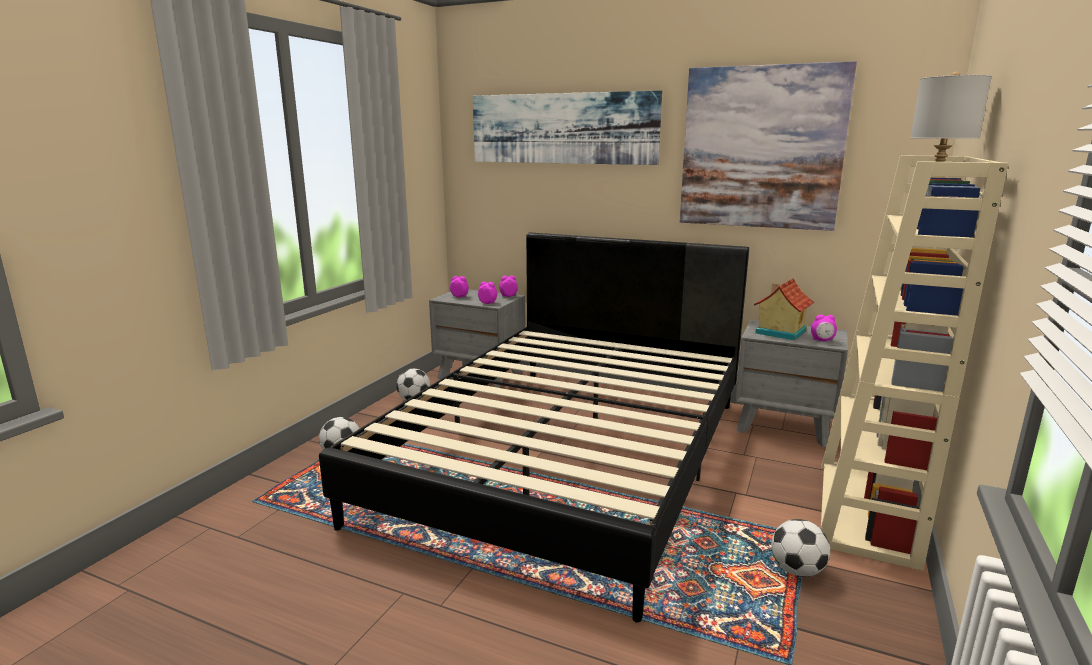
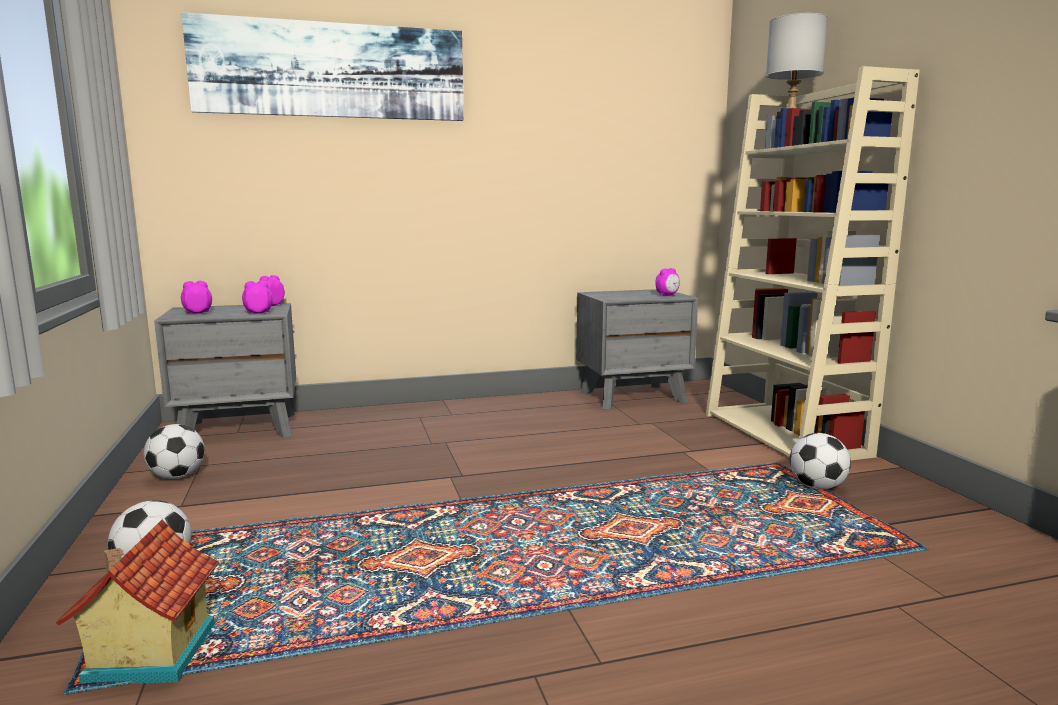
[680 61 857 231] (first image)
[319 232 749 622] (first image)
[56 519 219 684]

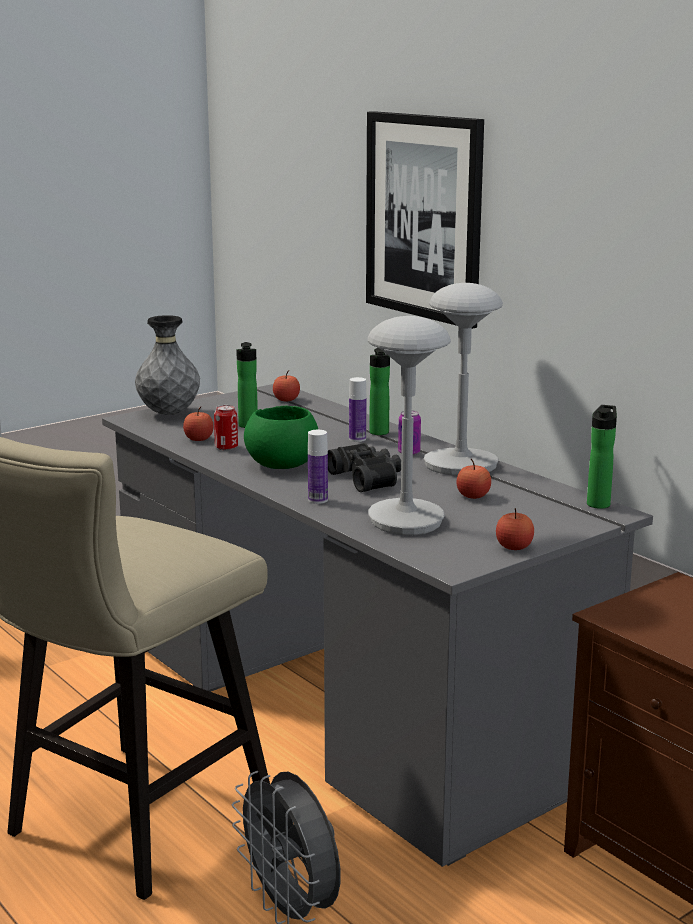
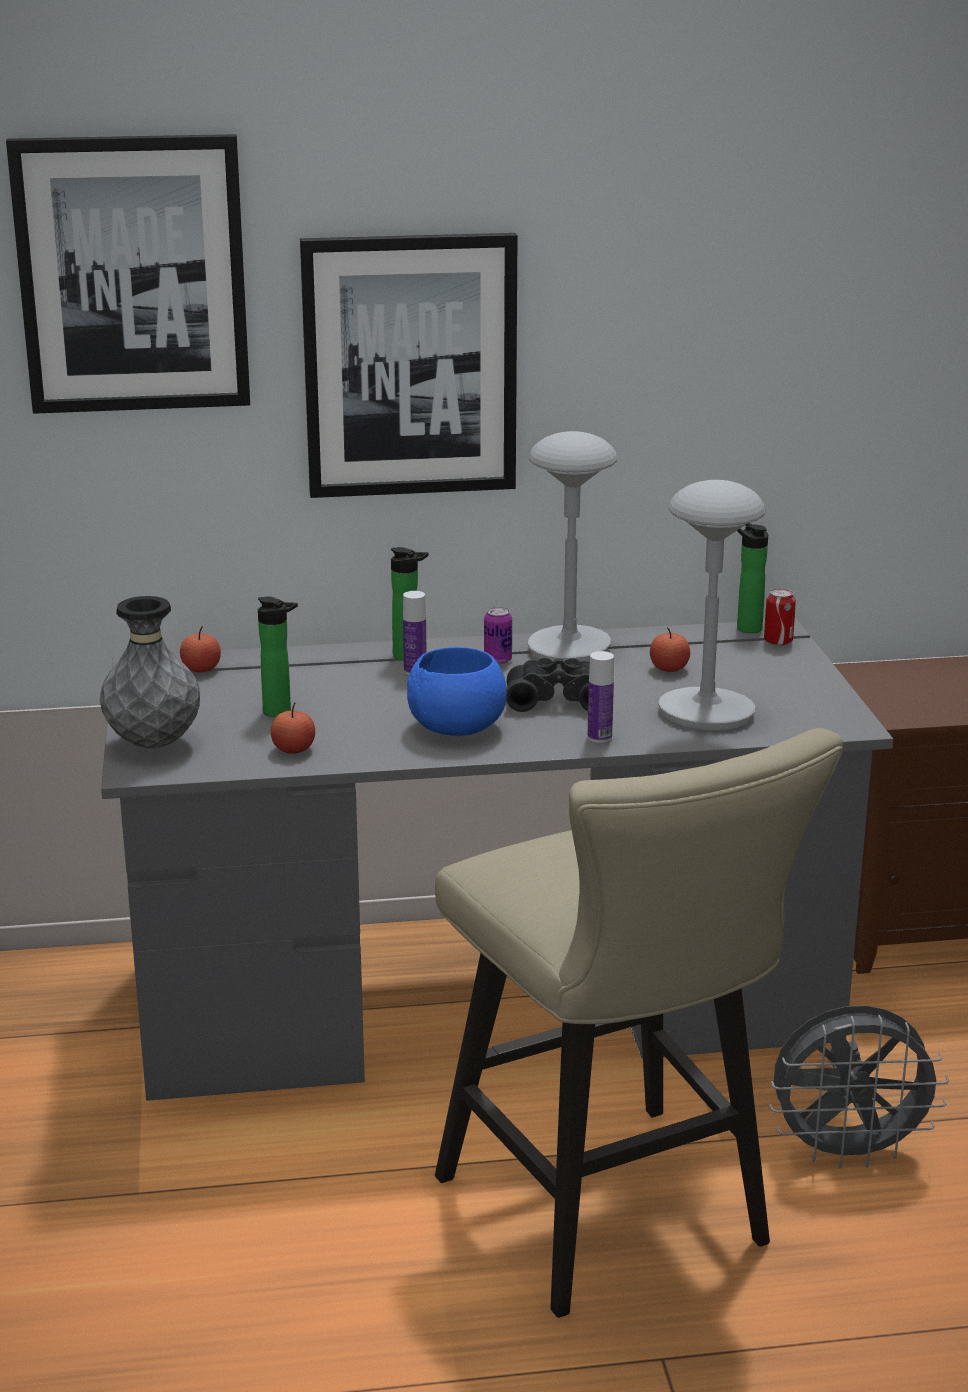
[764 588 796 646]
[407 647 507 736]
[496 508 534 550] (first image)
[6 134 250 414]

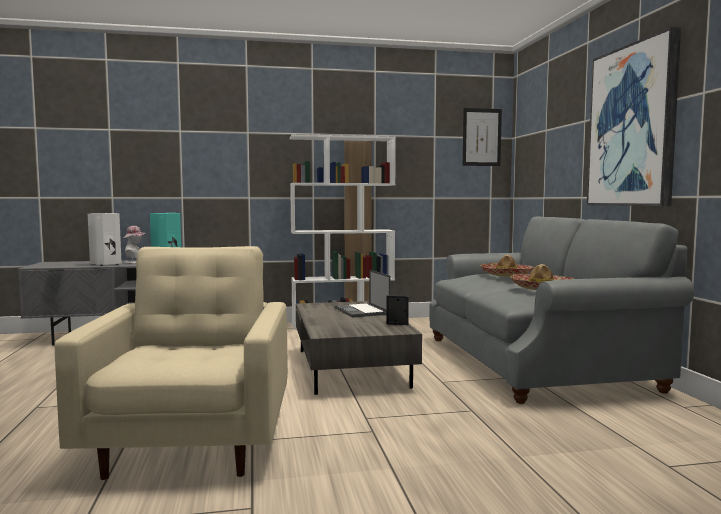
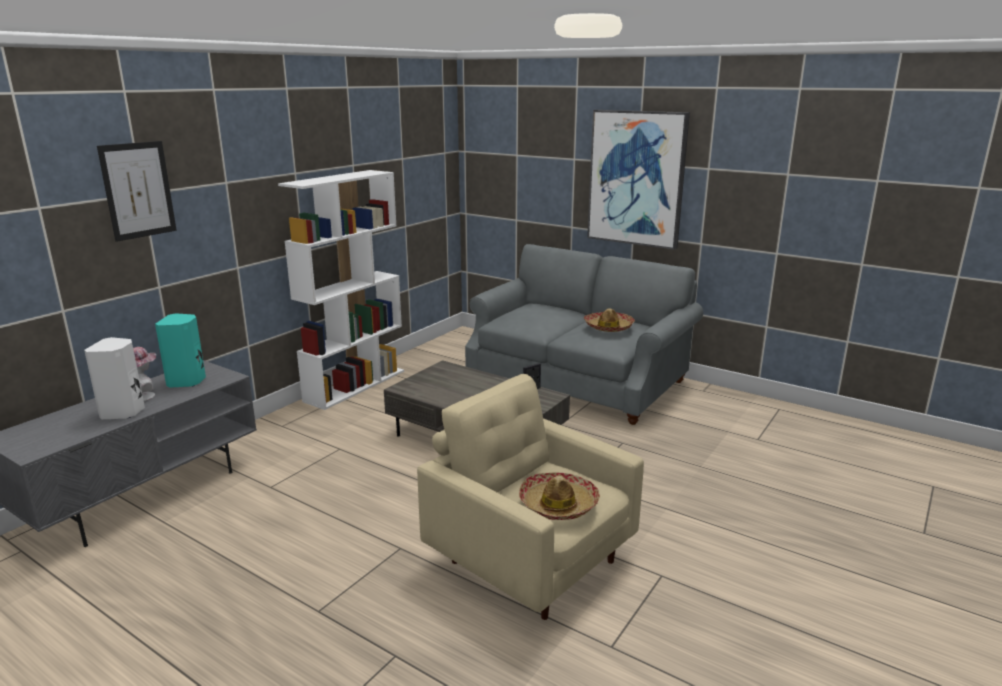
[97 141 177 242]
[519 472 600 520]
[334 270 391 318] (first image)

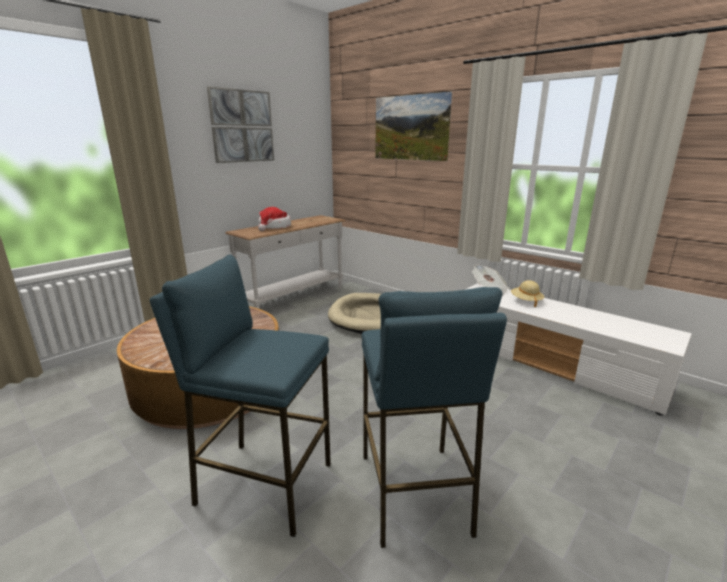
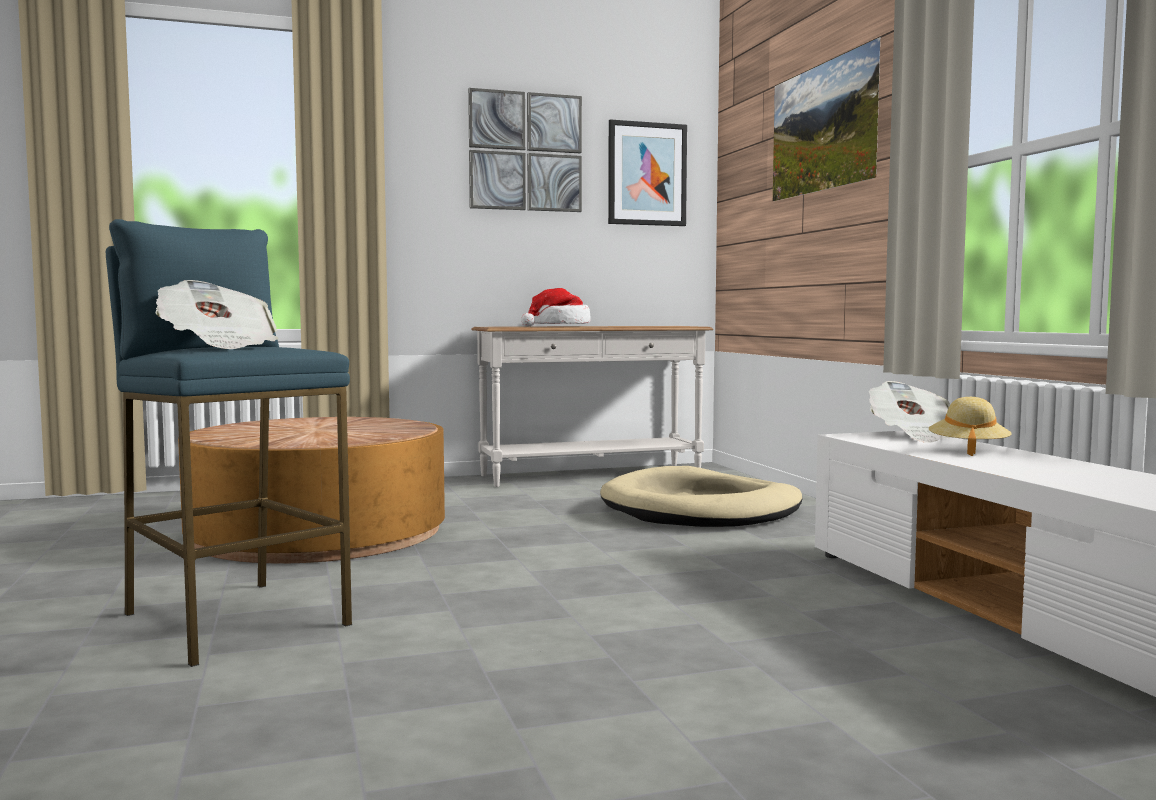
[362 287 507 548] (first image)
[608 120 687 226]
[155 280 278 349]

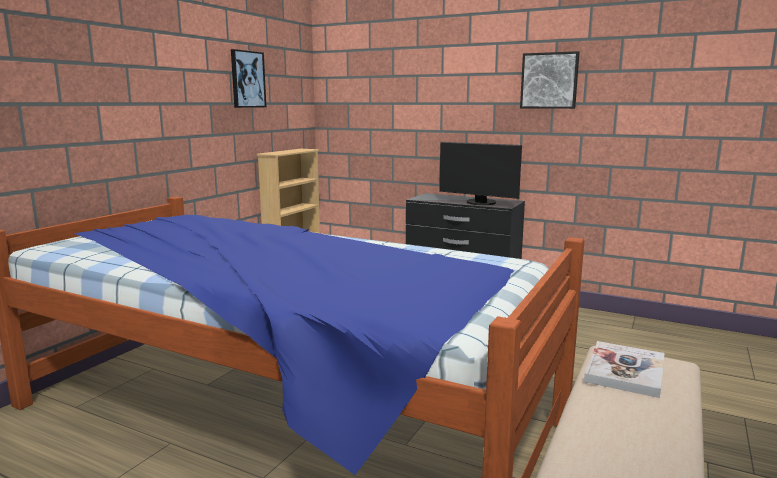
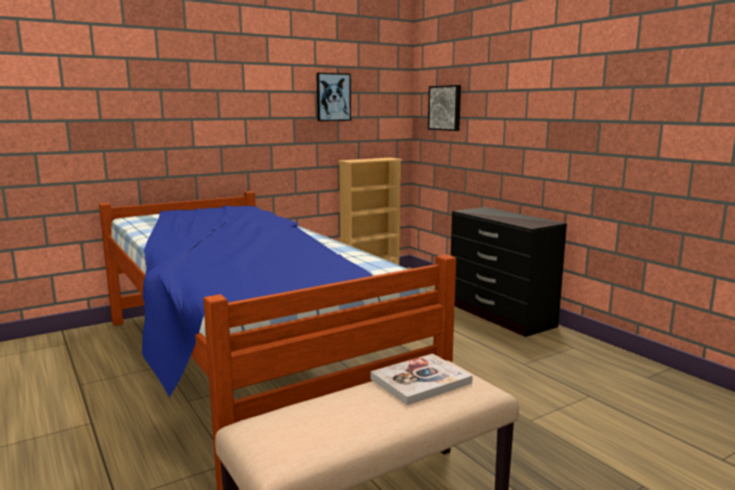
[428 85 461 131]
[439 142 522 205] (first image)

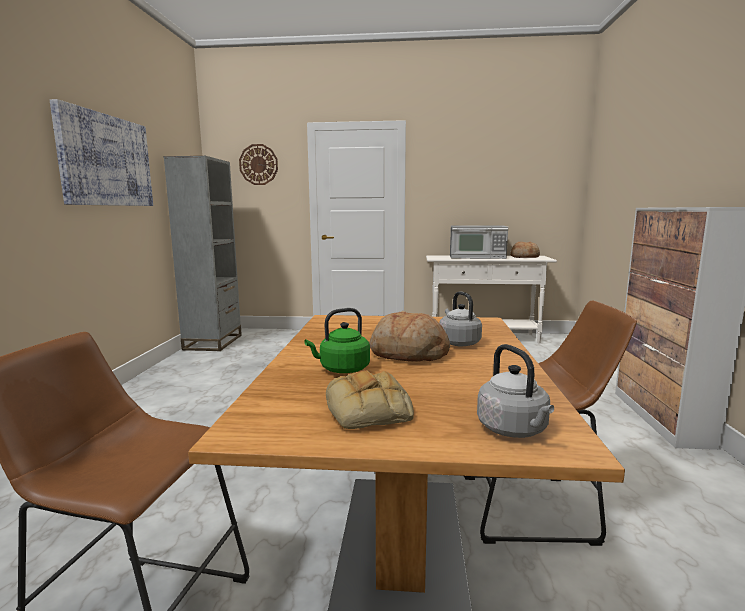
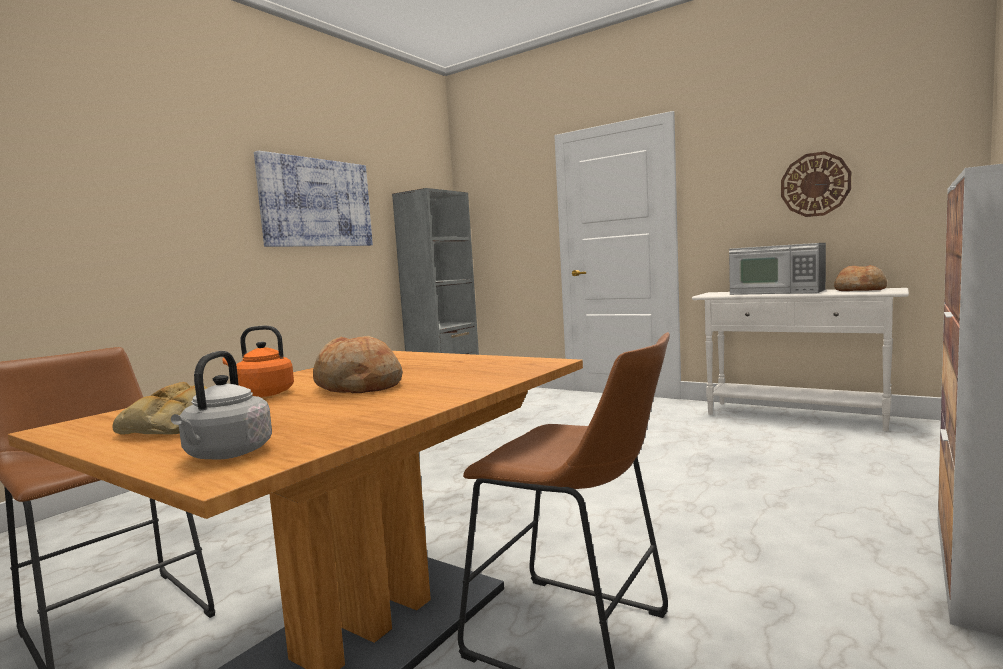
[781 151 851 217]
[439 291 482 346] (first image)
[223 326 294 397]

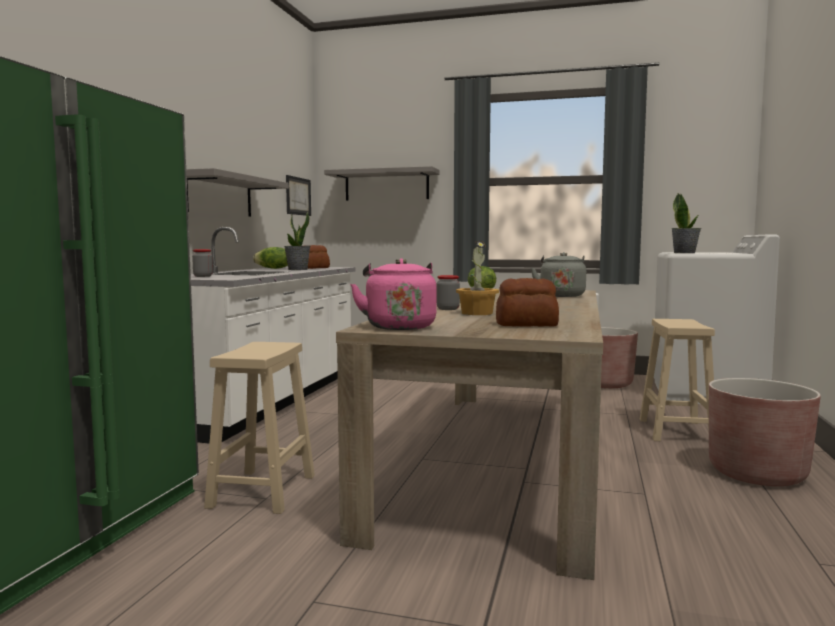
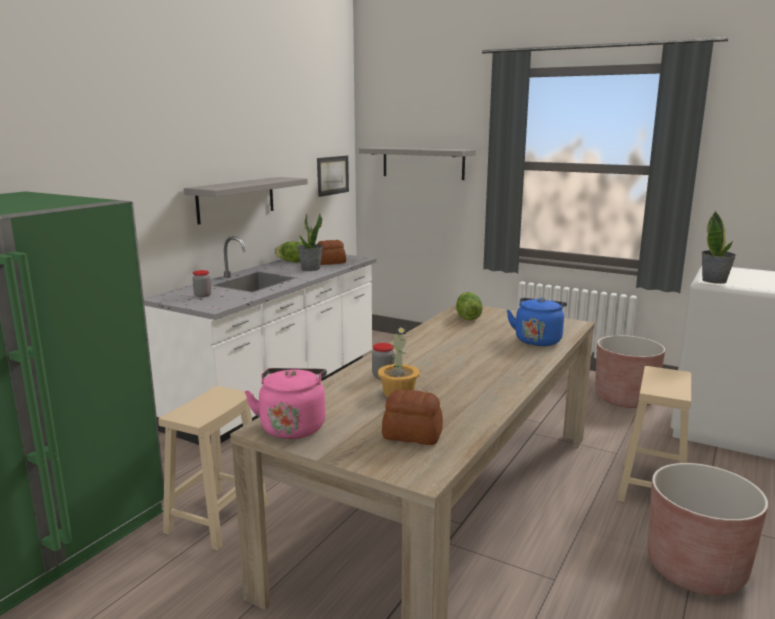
[507 298 567 346]

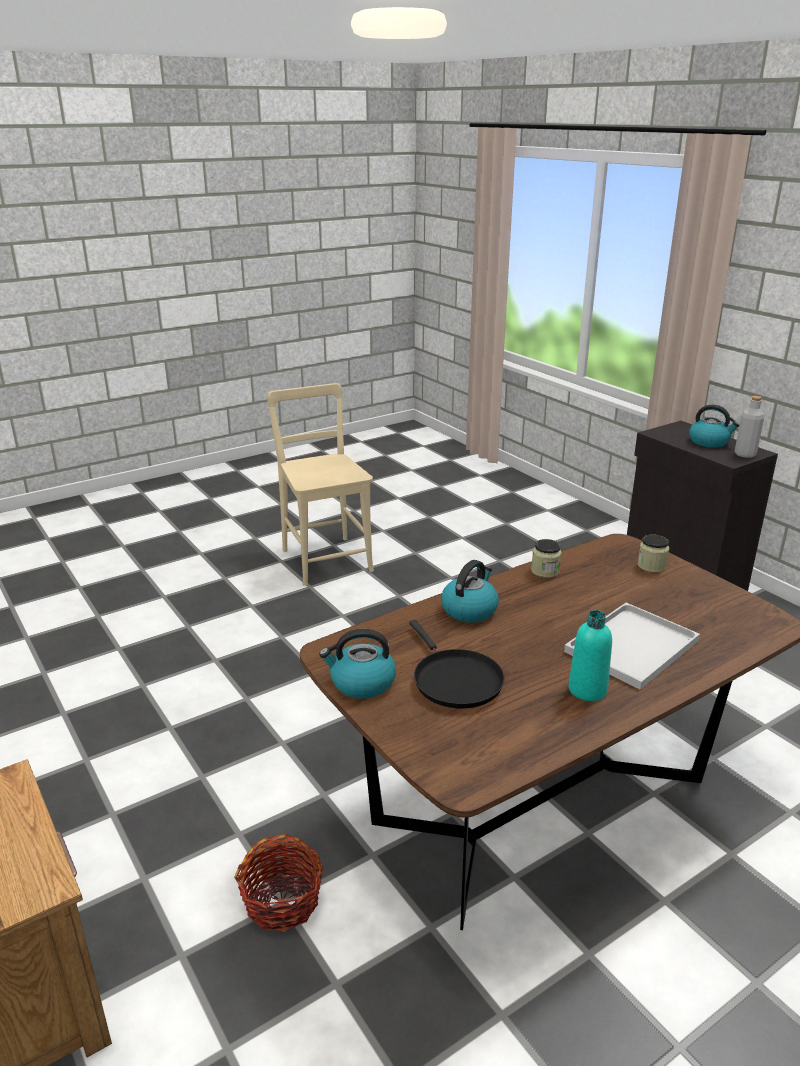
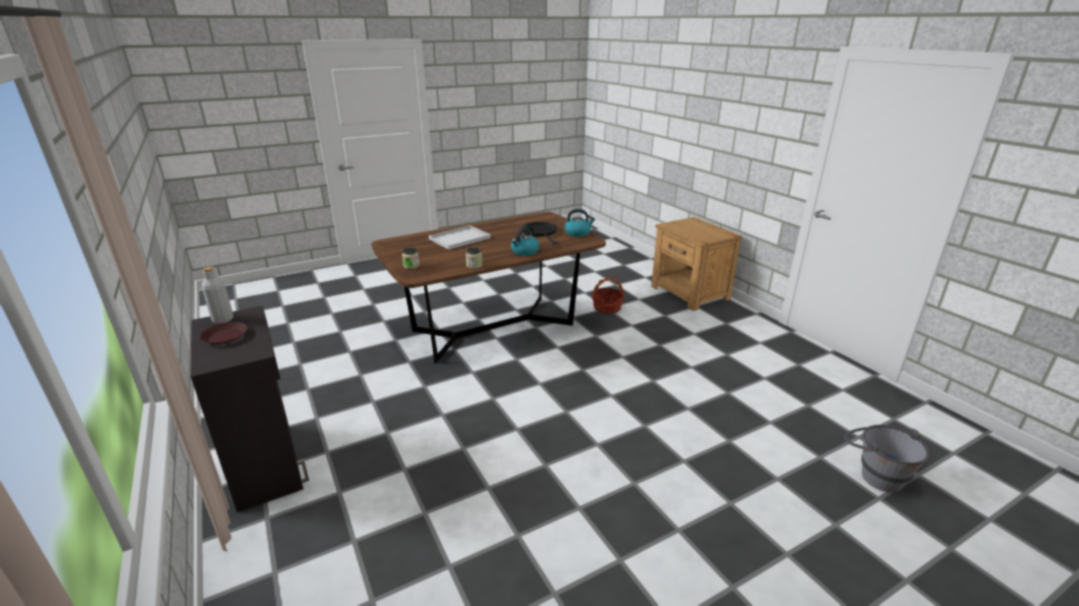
[267 383 374 586] (first image)
[200 322 248 345]
[568 610 612 701] (first image)
[844 425 930 492]

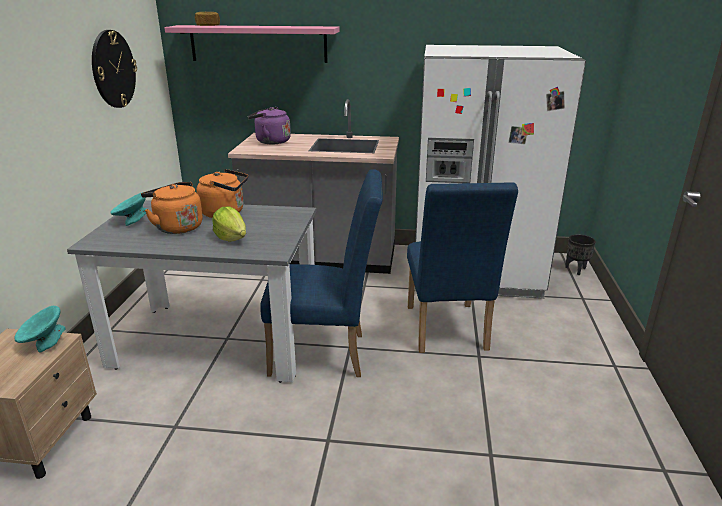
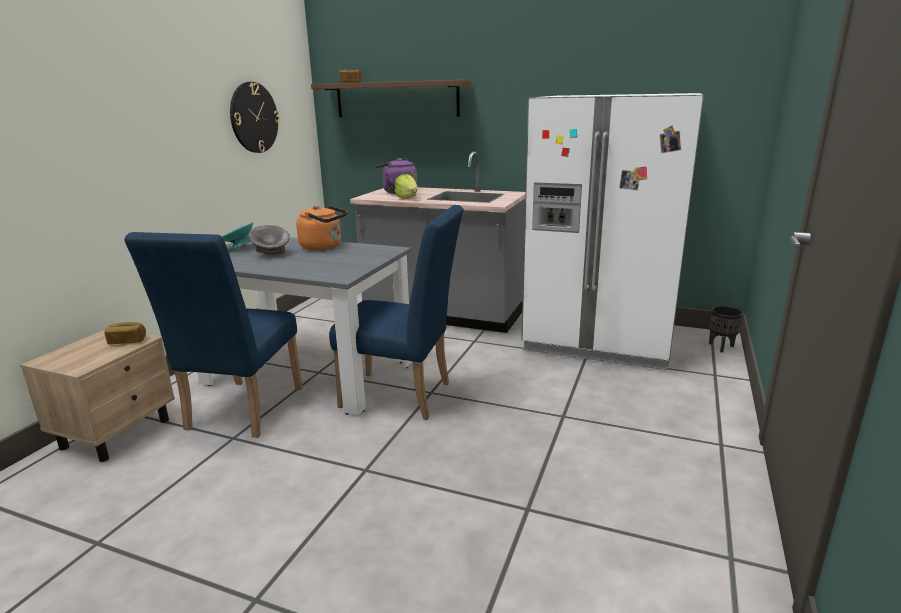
[311 80 471 117]
[249 225 290 255]
[124 232 303 438]
[394 174 418 199]
[104 322 146 345]

